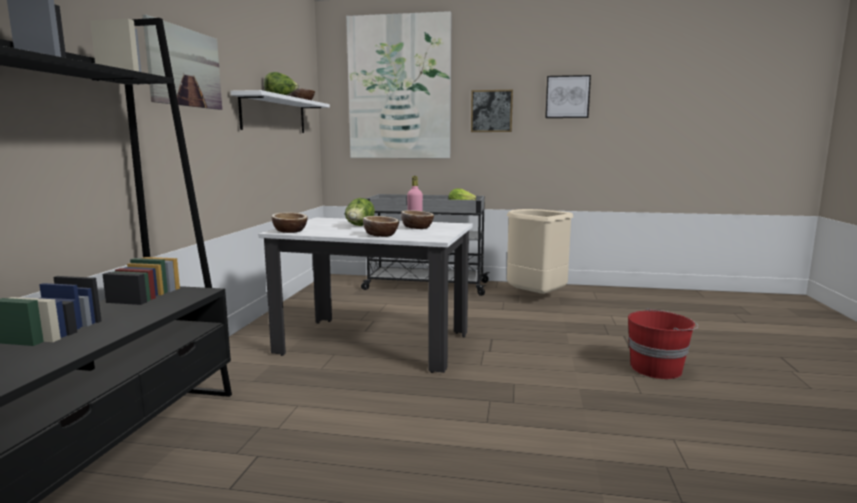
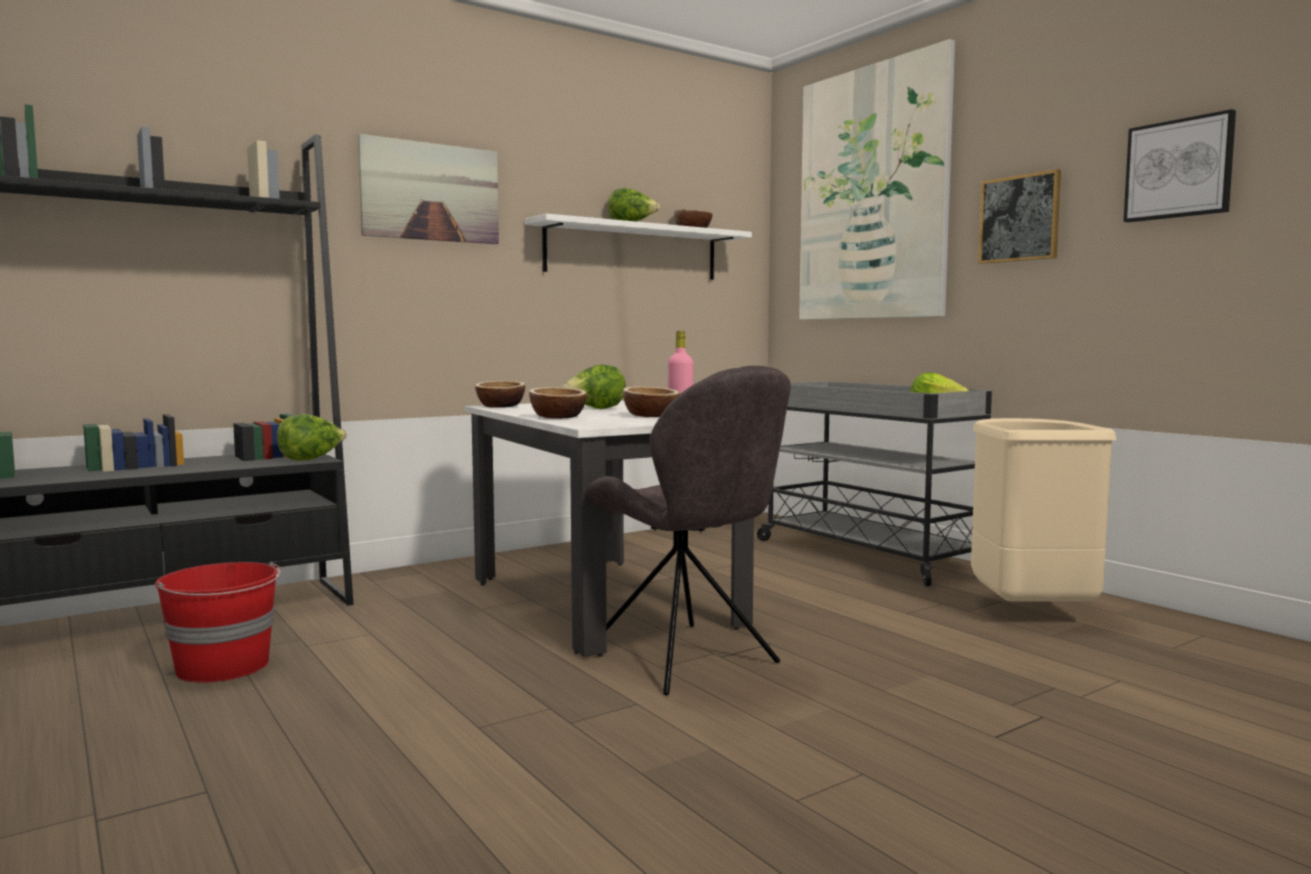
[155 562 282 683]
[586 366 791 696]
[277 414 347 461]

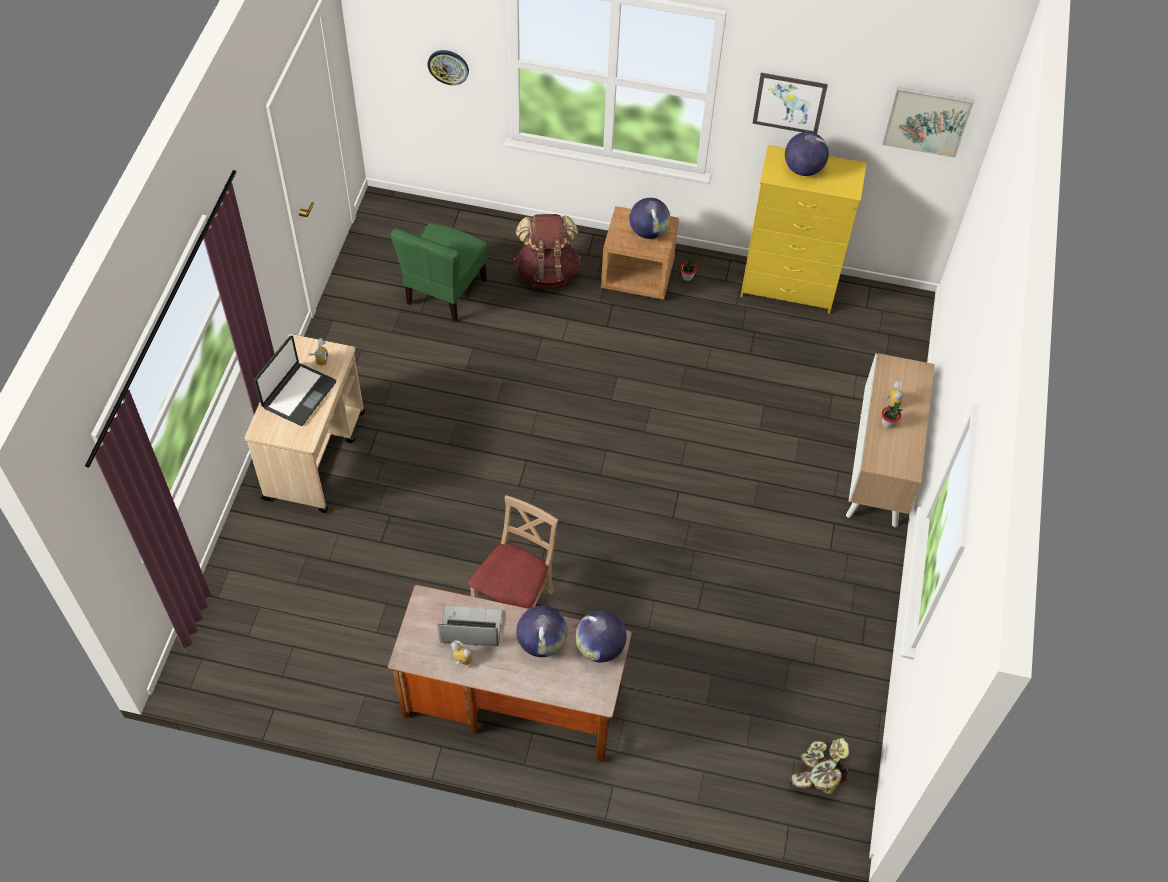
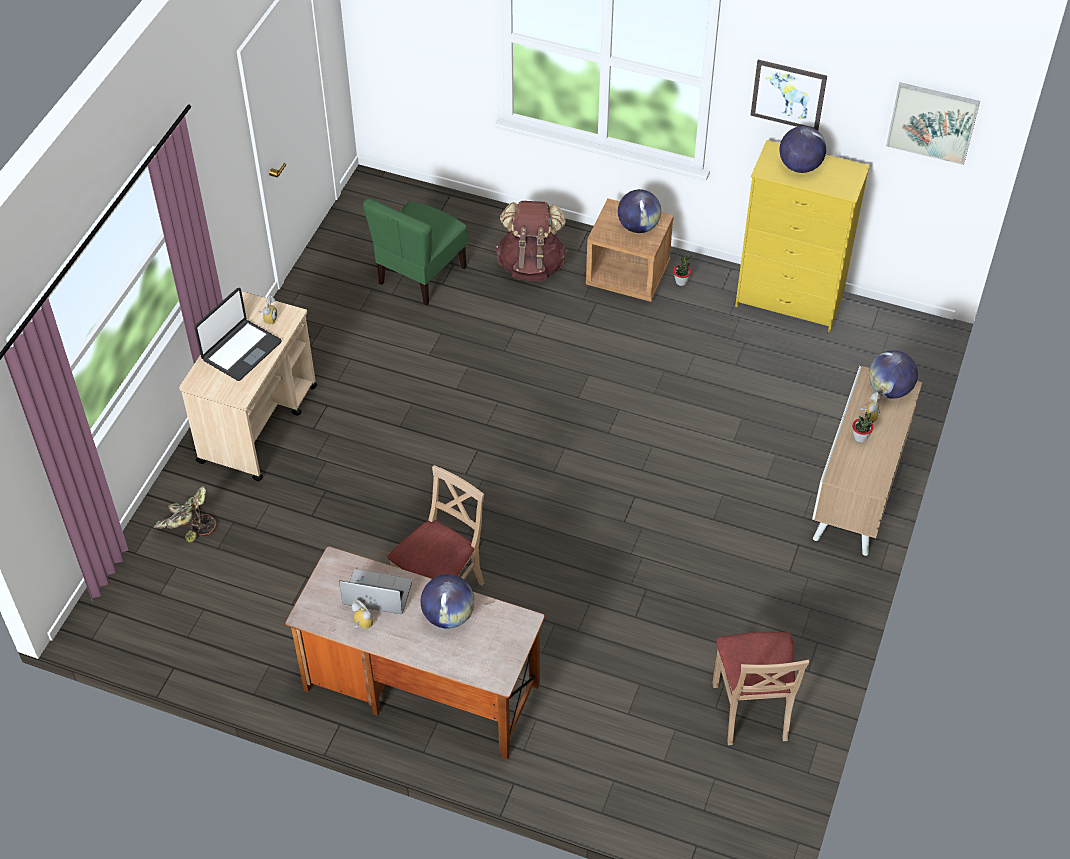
[427 50 469 85] (first image)
[869 350 918 399]
[153 486 217 543]
[712 632 809 745]

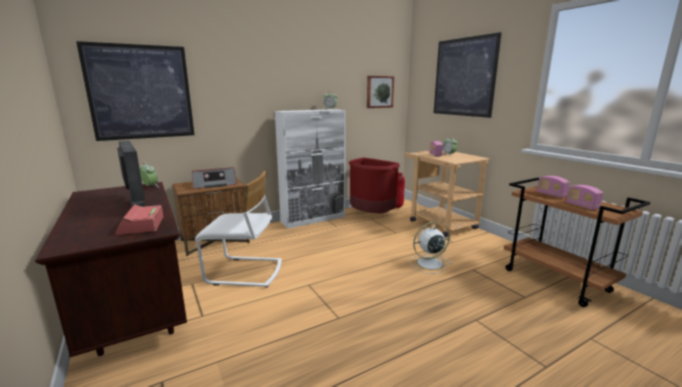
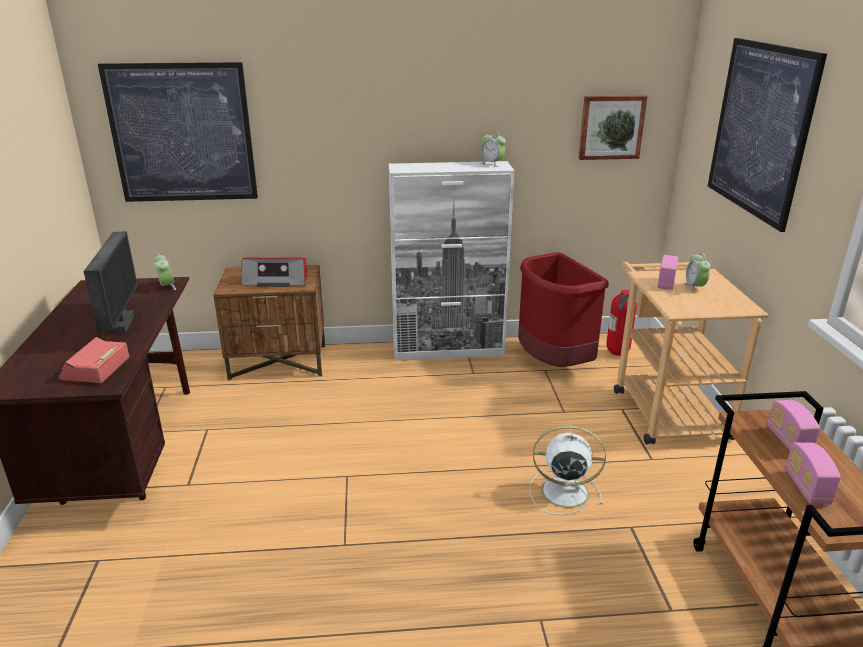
[195 171 282 288] (first image)

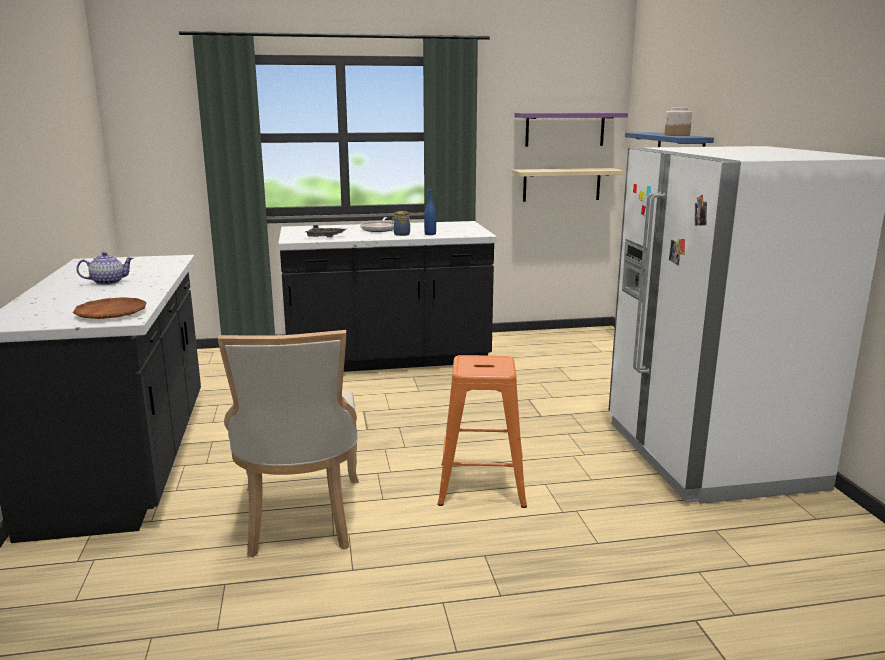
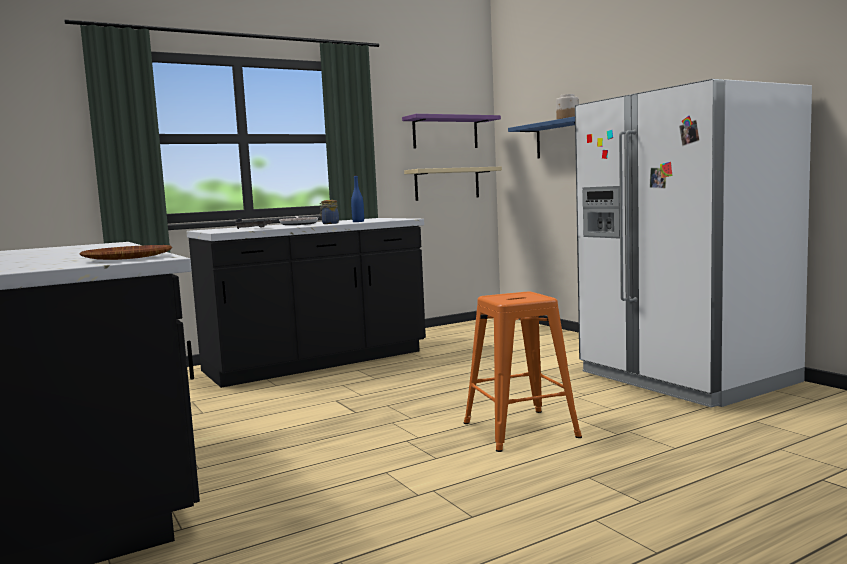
[76 252 133 285] (first image)
[218 330 359 558] (first image)

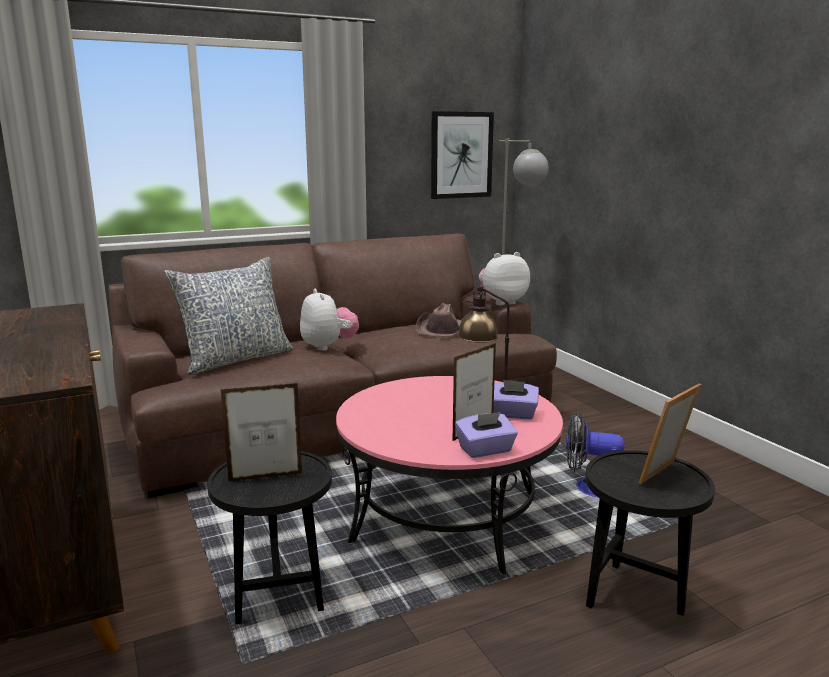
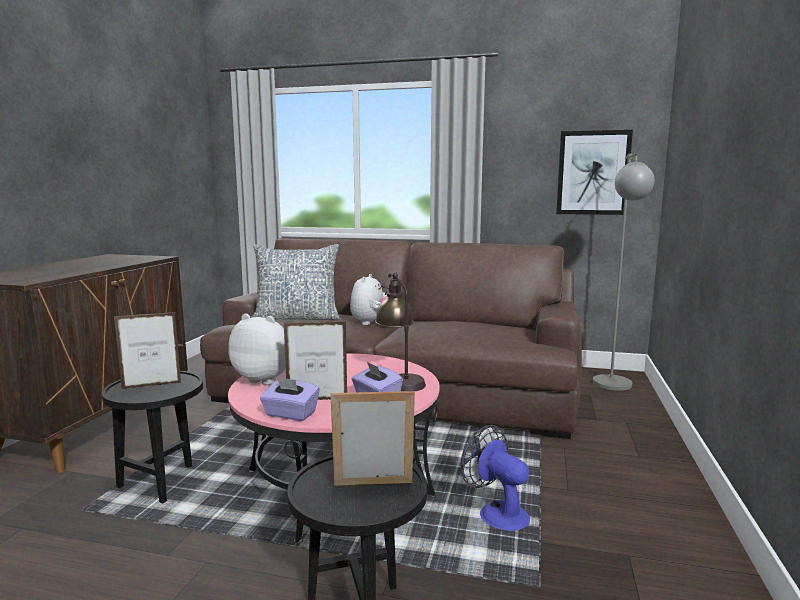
[228 313 286 385]
[416 303 462 337] (first image)
[114 312 181 389]

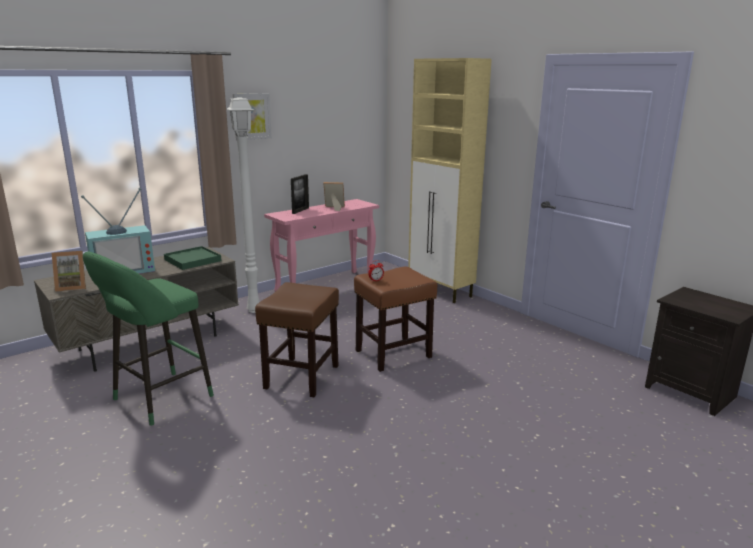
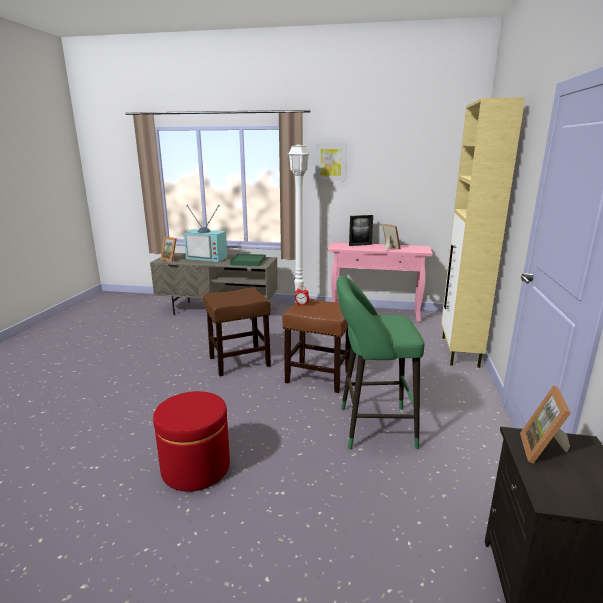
[337 276 424 450]
[520 385 571 464]
[153 391 230 492]

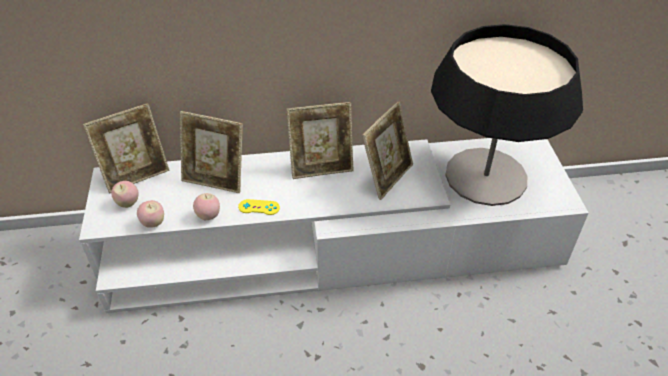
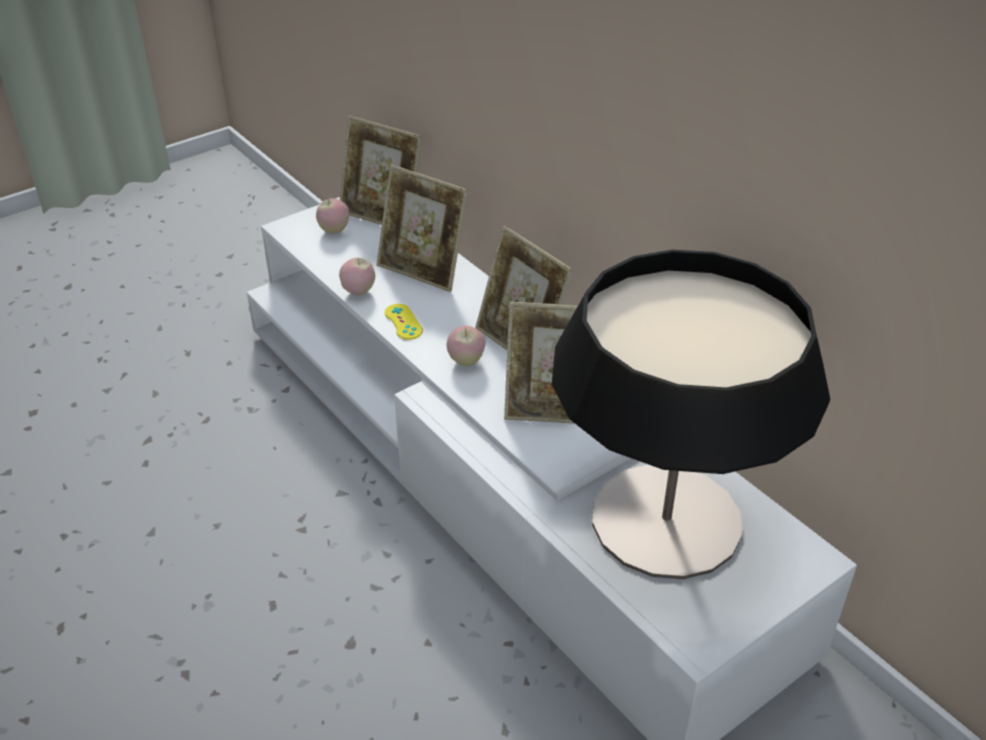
[377 164 468 292]
[447 326 486 366]

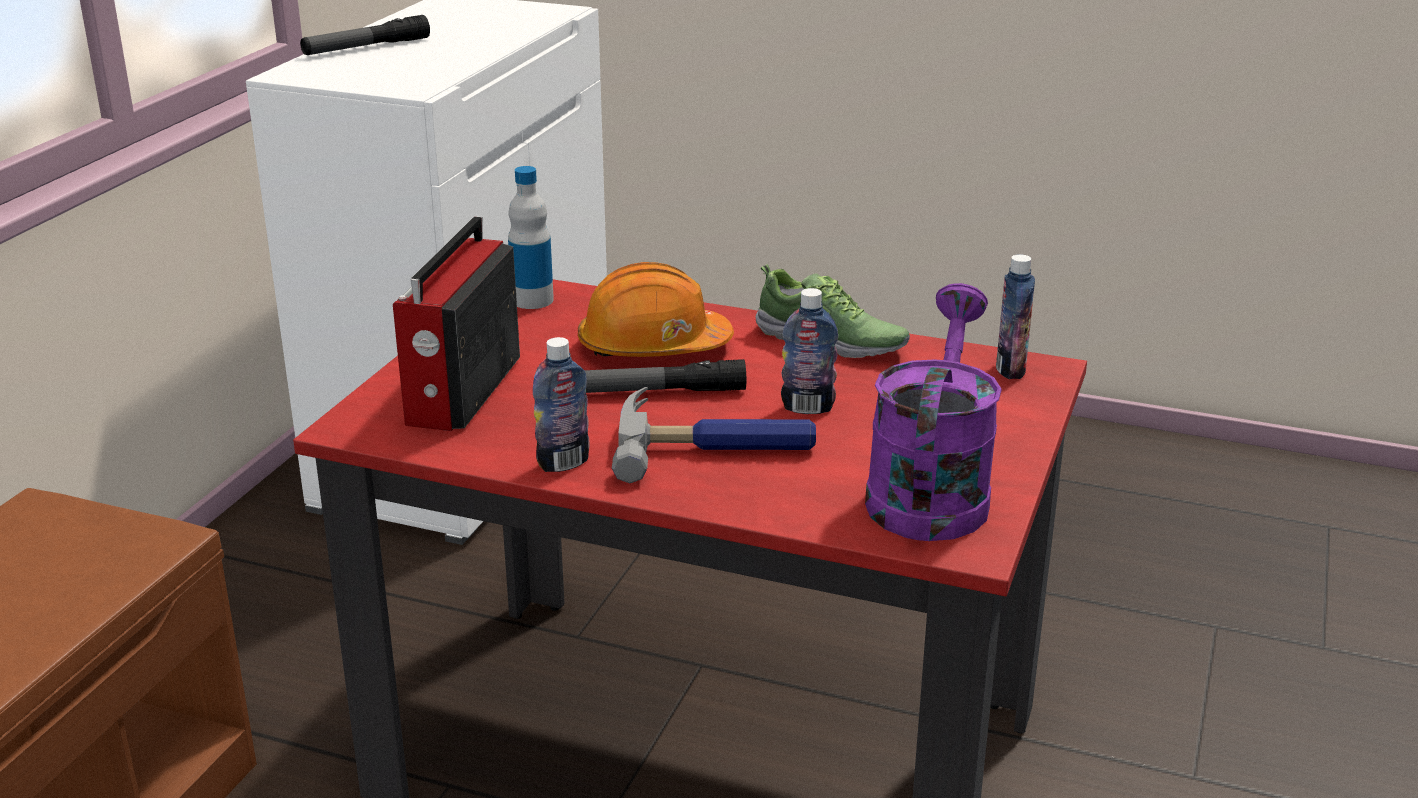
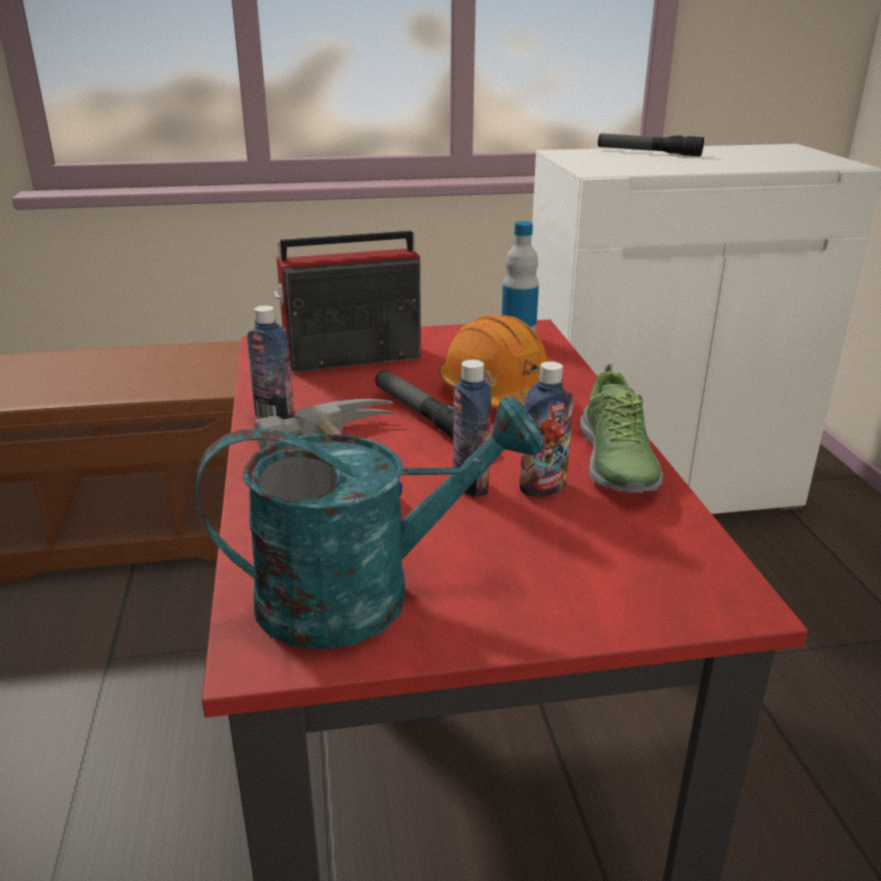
[520 361 574 497]
[196 396 544 650]

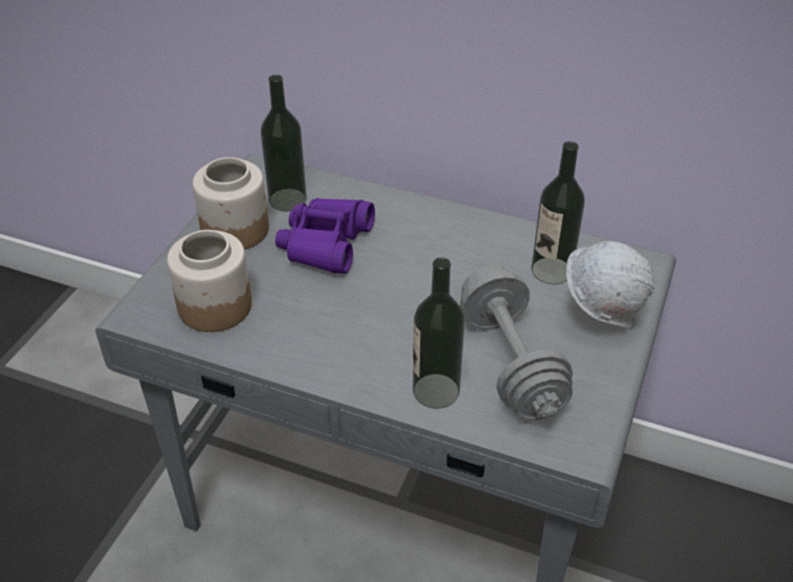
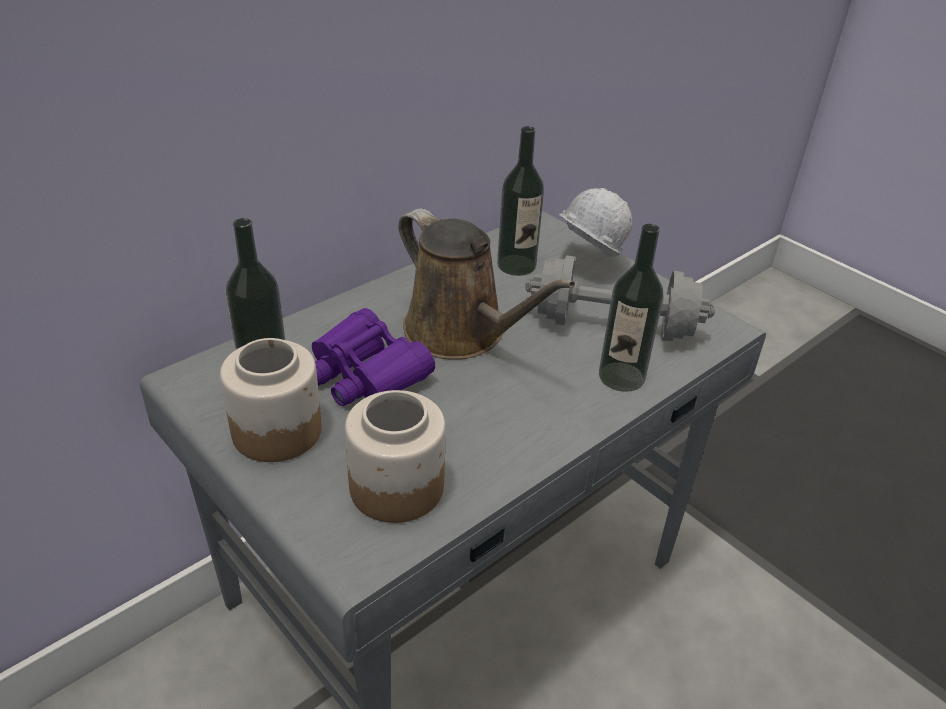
[398 208 575 360]

